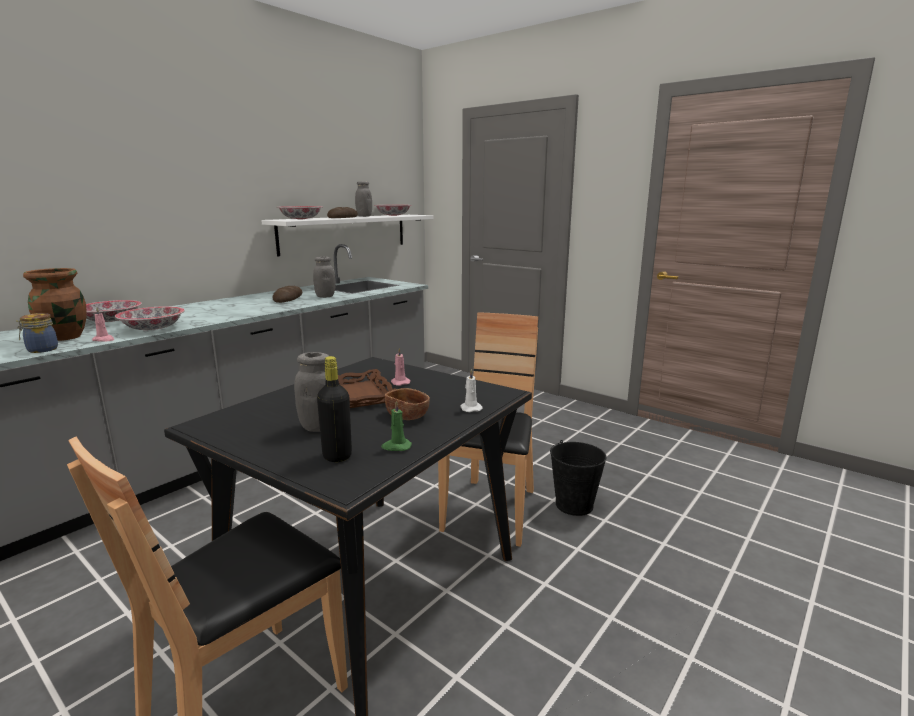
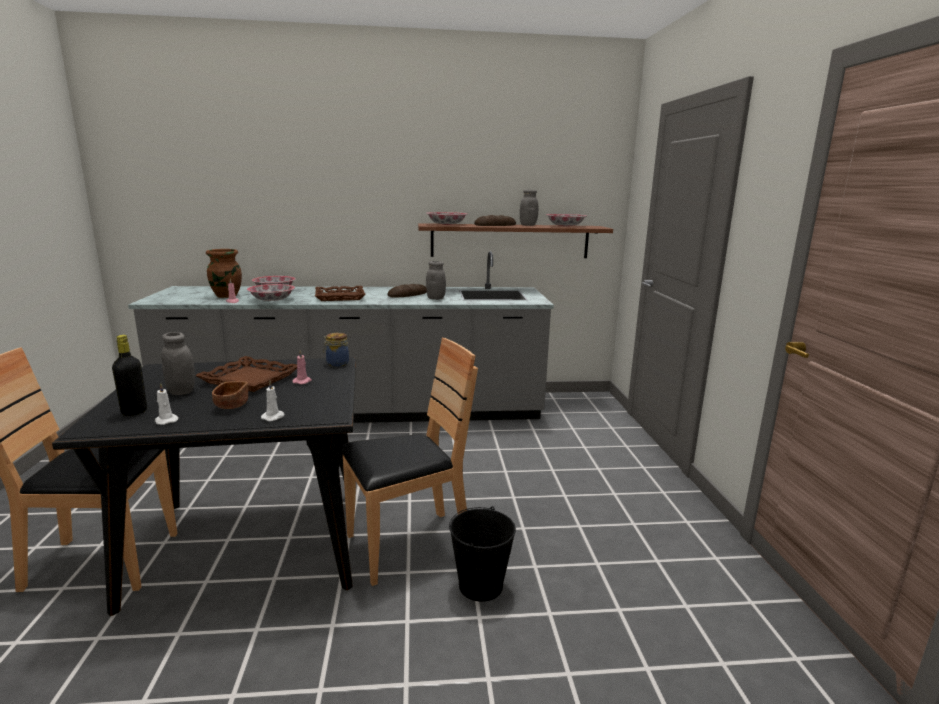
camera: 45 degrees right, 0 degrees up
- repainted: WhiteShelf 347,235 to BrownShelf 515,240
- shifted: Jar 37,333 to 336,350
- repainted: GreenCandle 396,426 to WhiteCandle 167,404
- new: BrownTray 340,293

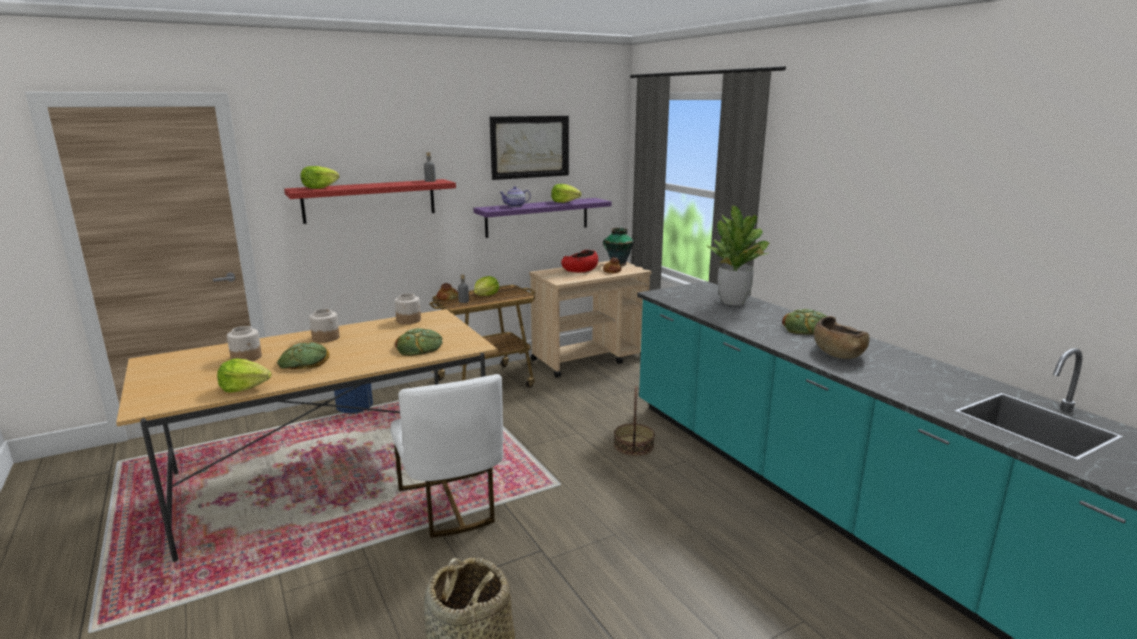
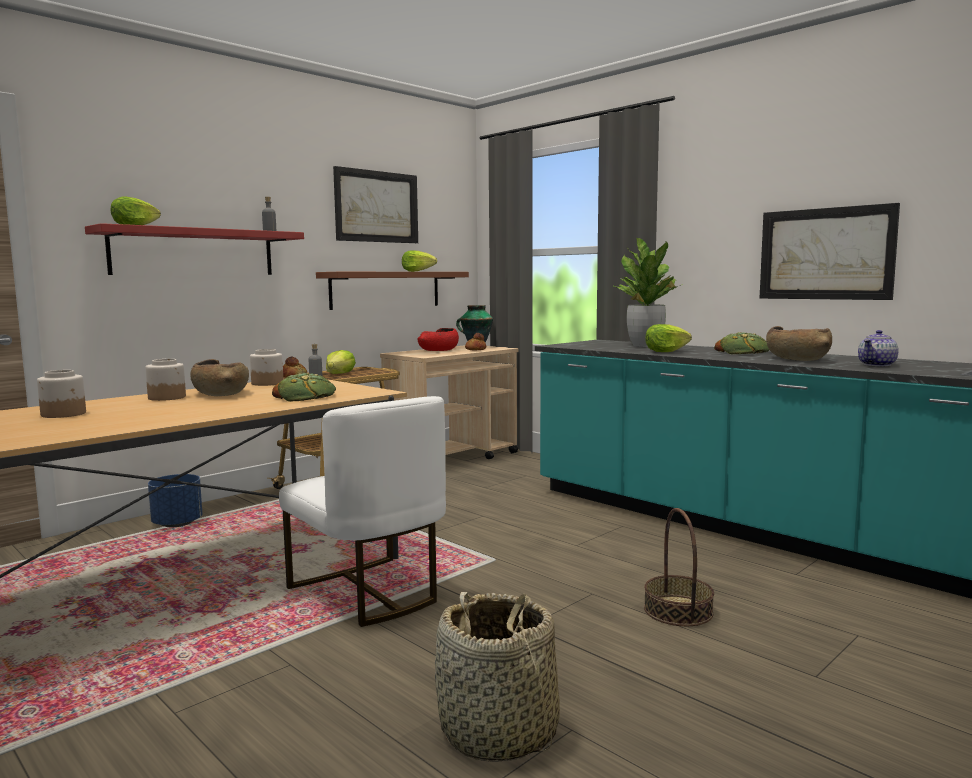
camera: 15 degrees left, 10 degrees down
- shifted: Teapot 515,196 to 878,348
- repainted: PurpleShelf 542,218 to BrownShelf 392,291
- gone: Bread 303,355
- shifted: Lettuce 244,375 to 668,338
- shifted: Basket 634,421 to 679,567
- new: Picture 830,251
- new: BrownBowl 219,377

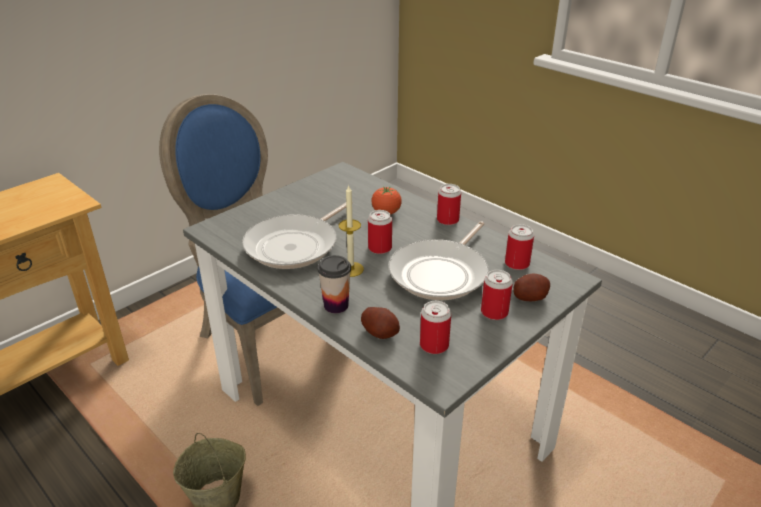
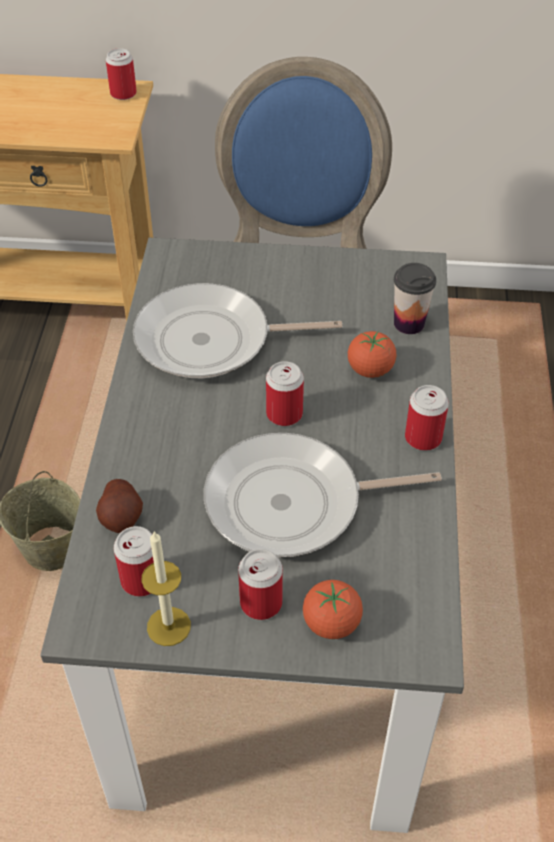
camera: 50 degrees right, 15 degrees up
- shifted: Candle 351,230 to 166,588
- shifted: Can 519,247 to 121,74
- shifted: Cup 334,284 to 415,298
- swapped: Potato 531,287 to Tomato 333,609

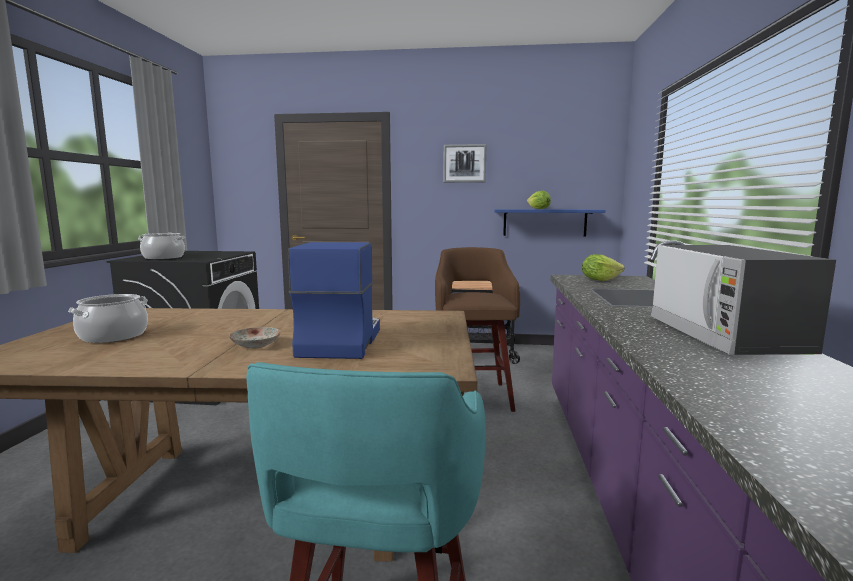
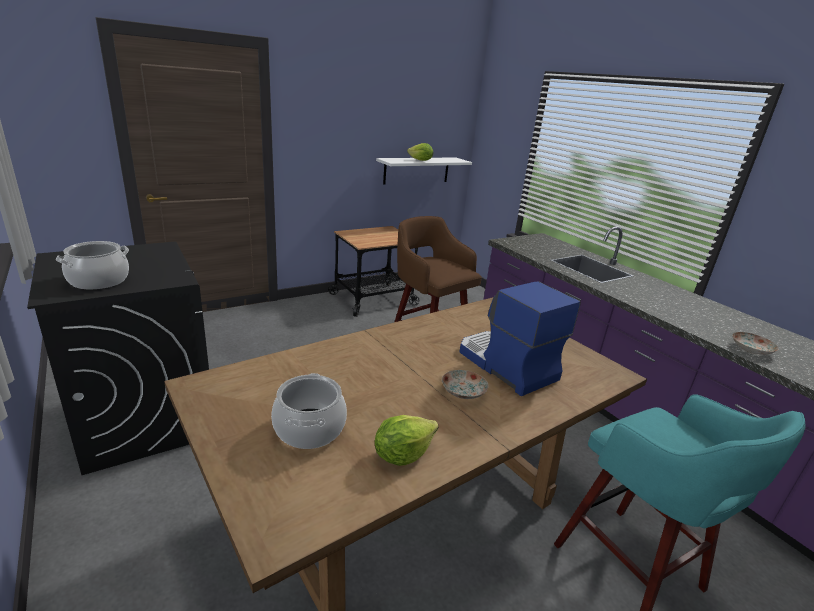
camera: 40 degrees left, 15 degrees up
- gone: Picture 465,163
- repainted: BlueShelf 549,222 to WhiteShelf 424,171
- gone: Microwave 743,300
- shifted: Lettuce 603,267 to 407,440
- new: Plate 755,343

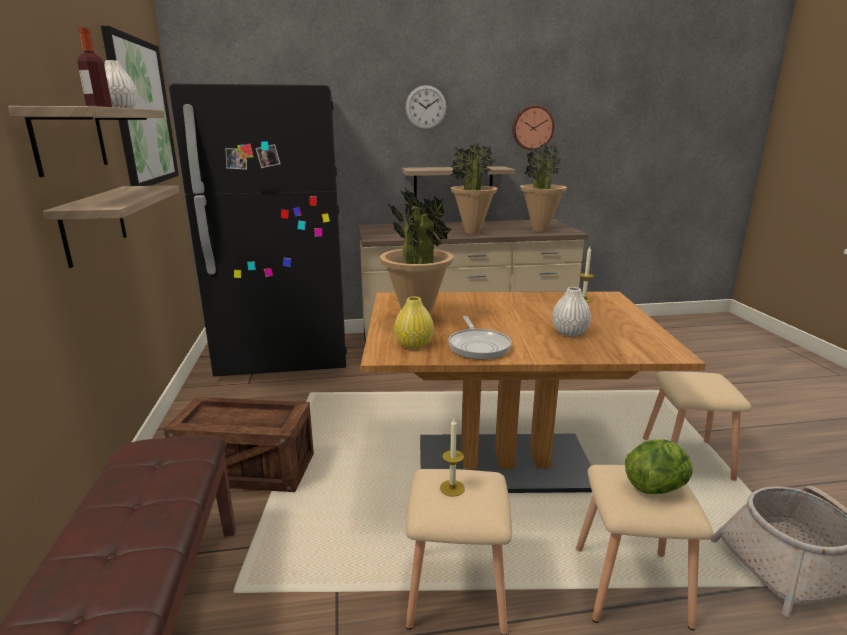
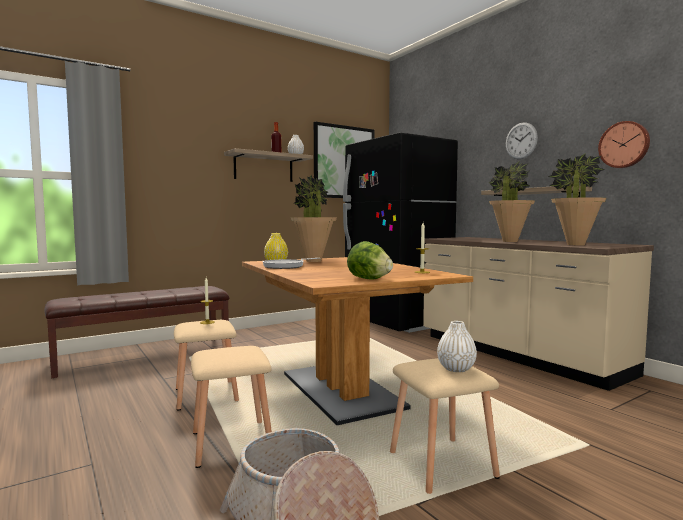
camera: 65 degrees right, 15 degrees down
- gone: Shelf 111,226
- shifted: WhiteVase 571,312 to 457,346
- gone: Crate 239,444
- shifted: Lettuce 658,466 to 370,260

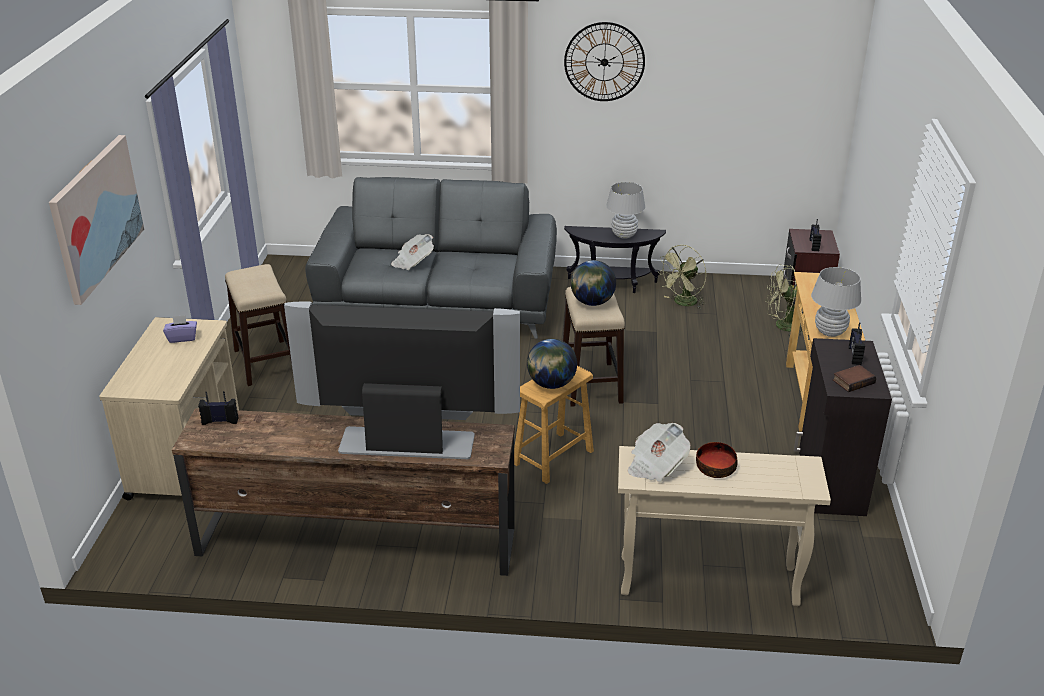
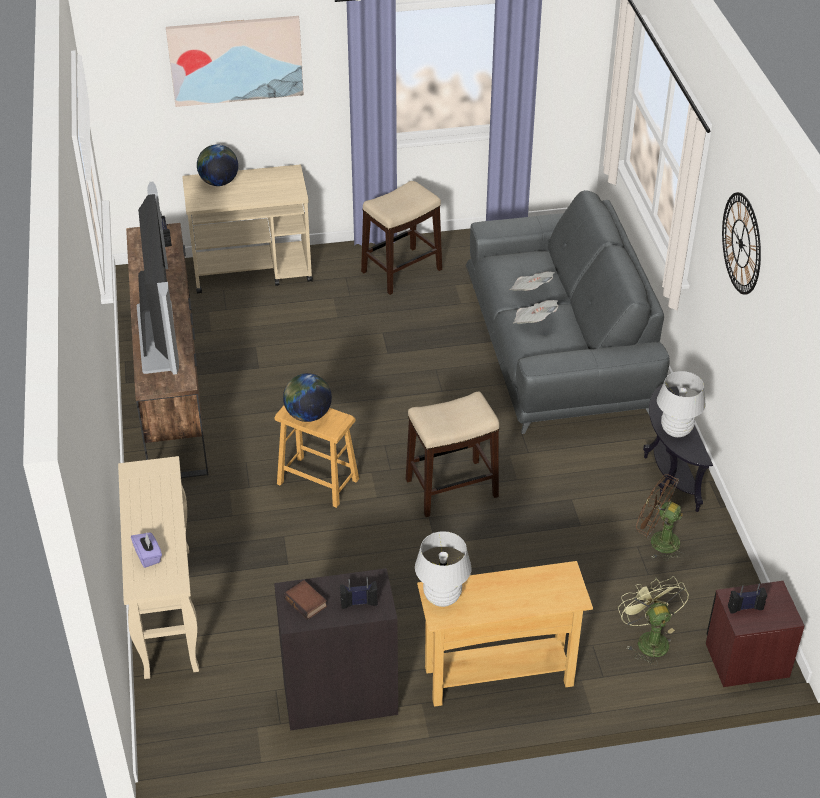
camera: 75 degrees right, 10 degrees up
- repainted: GreenFan 681,277 to BrownFan 660,517
- shifted: Globe 593,283 to 217,165
- shifted: PurpleTissueBox 180,329 to 146,550
- shifted: Newspaper 659,452 to 535,312
- gone: Bowl 717,460

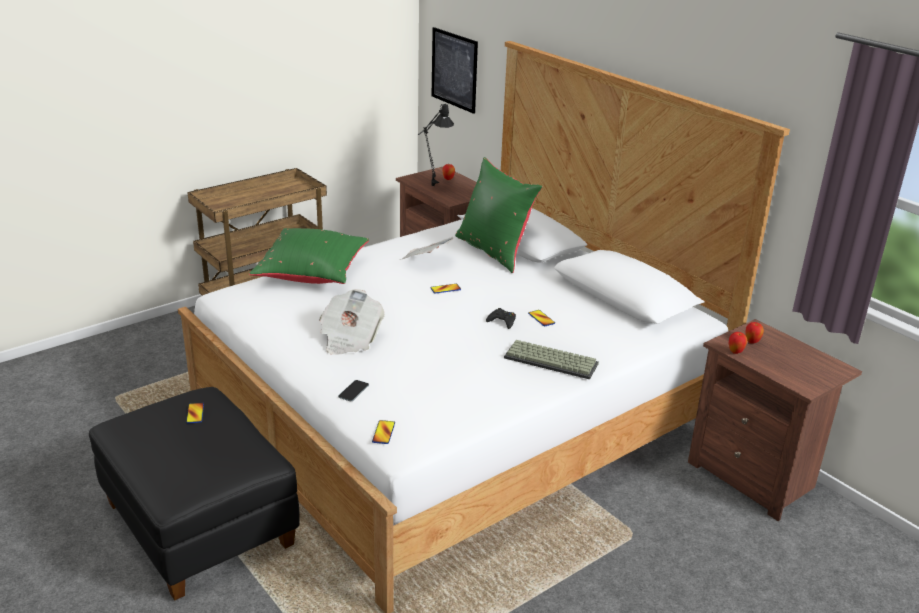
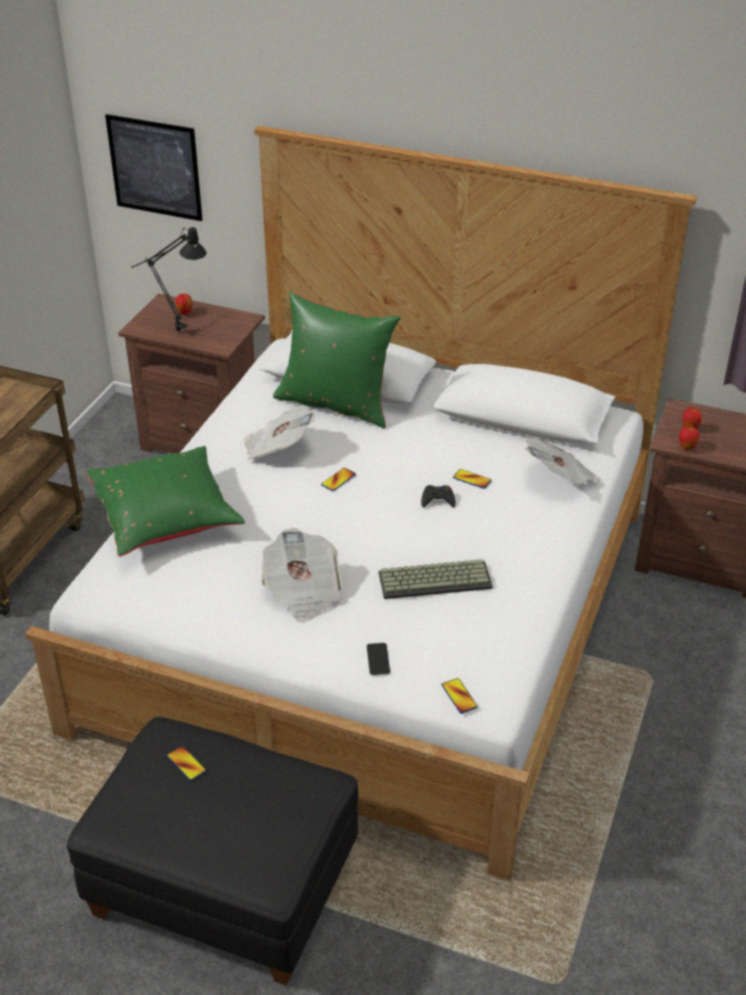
camera: 30 degrees left, 10 degrees up
- shifted: Keyboard 551,360 to 436,579
- new: Newspaper 563,461

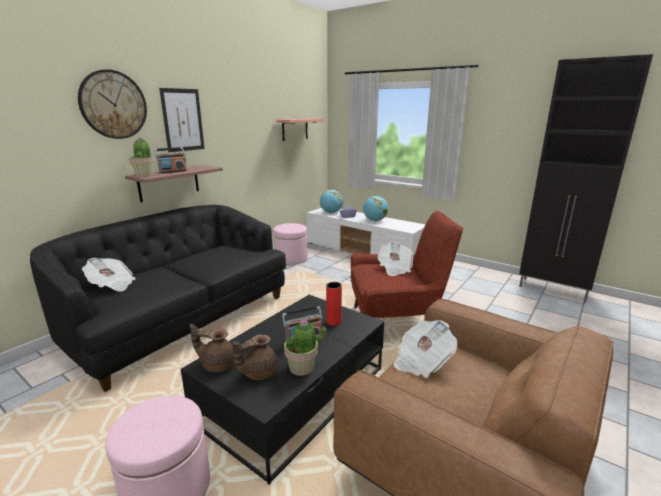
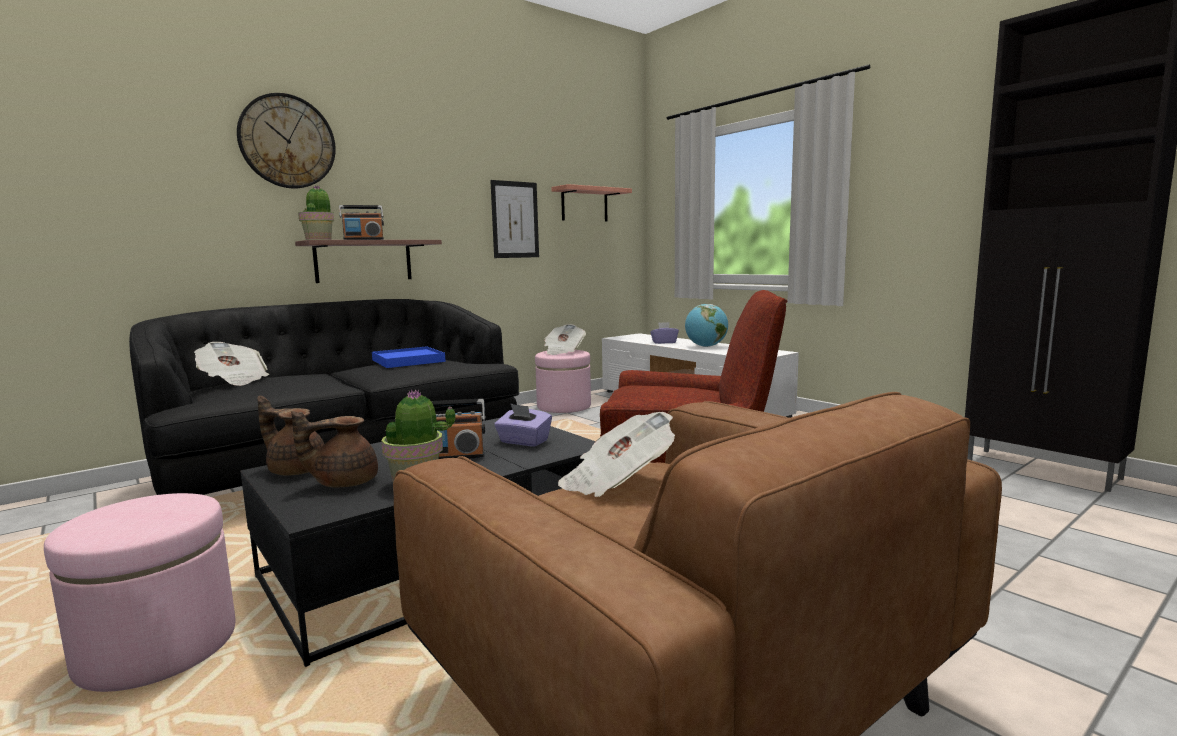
camera: 15 degrees right, 10 degrees down
- shifted: Picture 182,120 to 514,219
- gone: Globe 331,201
- shifted: Newspaper 395,259 to 565,339
- swapped: RedVase 334,304 to PurpleTissueBox 523,425
- new: BlueTray 409,357

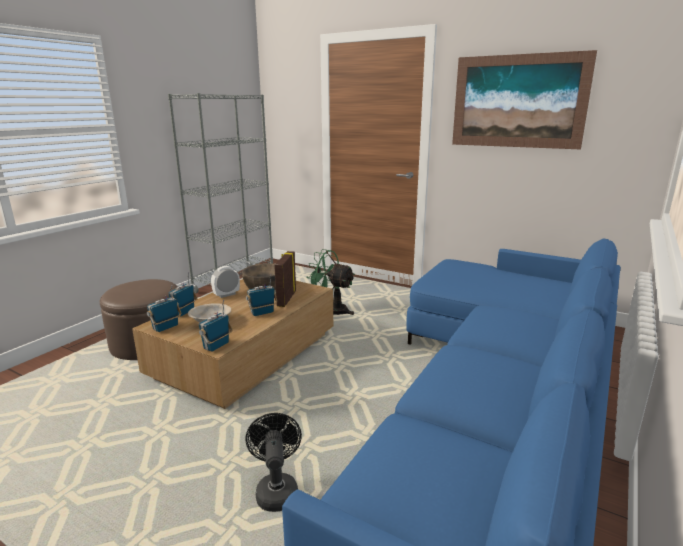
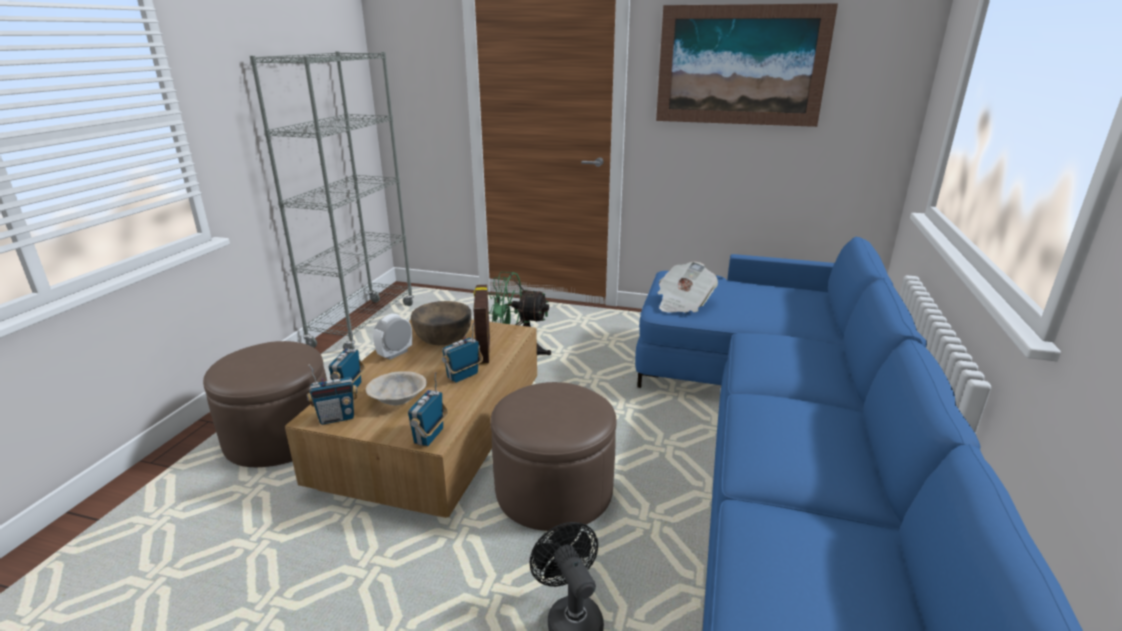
camera: 15 degrees left, 5 degrees up
- rotated: Radio 164,308 = 332,394 135 degrees counterclockwise
- new: Newspaper 688,287
- new: BrownOttoman 553,456

